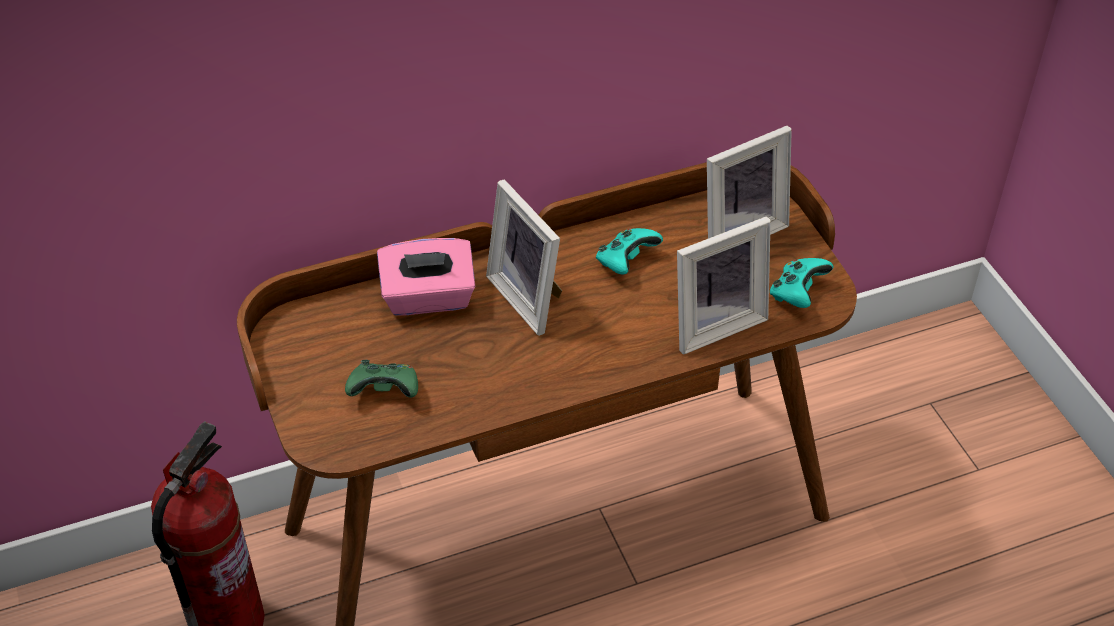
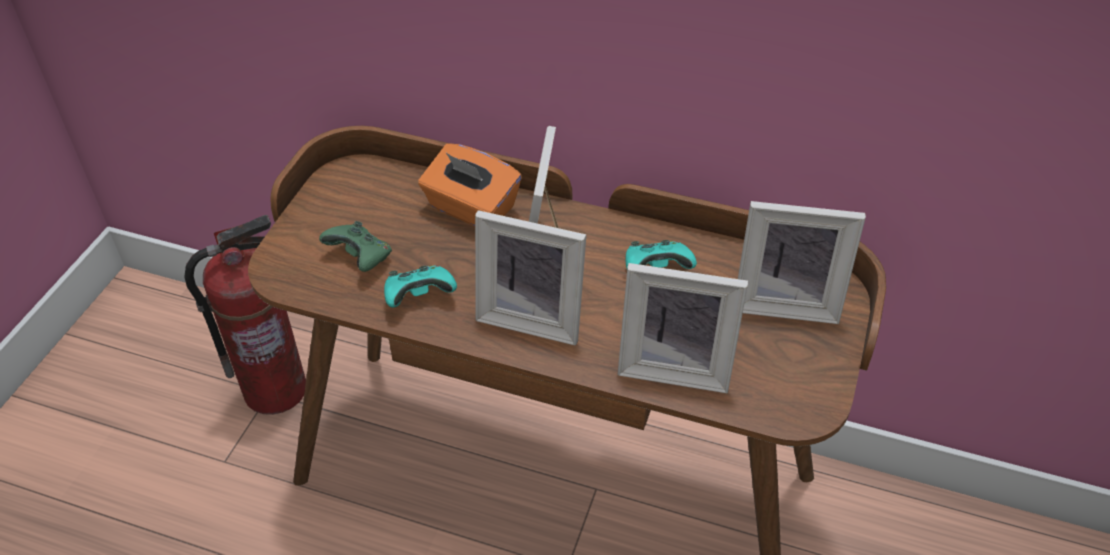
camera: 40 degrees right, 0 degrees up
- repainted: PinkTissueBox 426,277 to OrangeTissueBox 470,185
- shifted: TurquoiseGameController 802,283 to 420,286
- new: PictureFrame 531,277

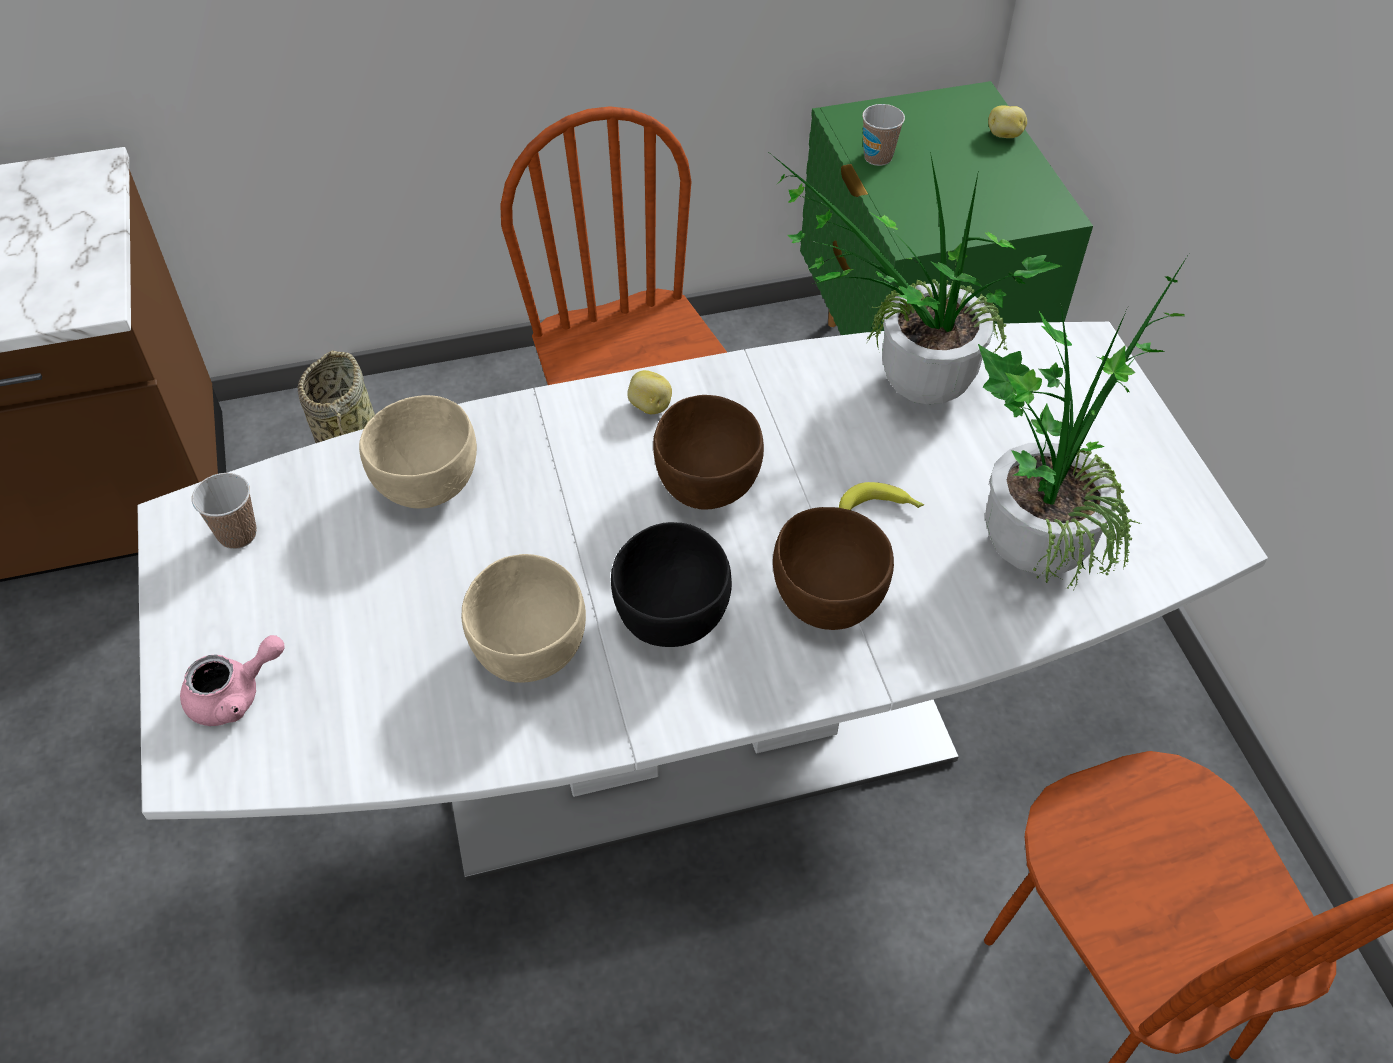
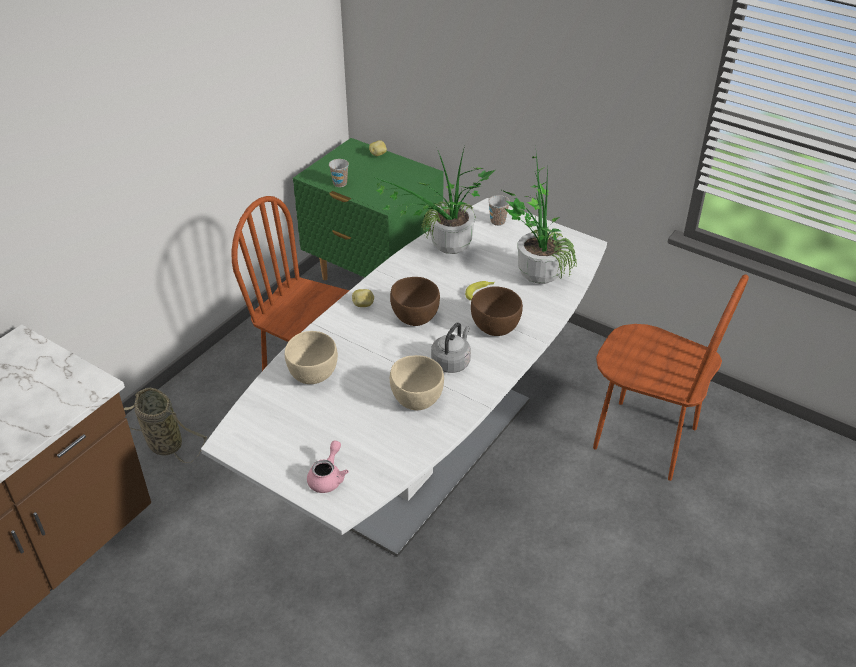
camera: 40 degrees left, 10 degrees down
- shifted: Cup 224,511 to 499,210
- swapped: BlackBowl 671,584 to GreyKettle 451,348

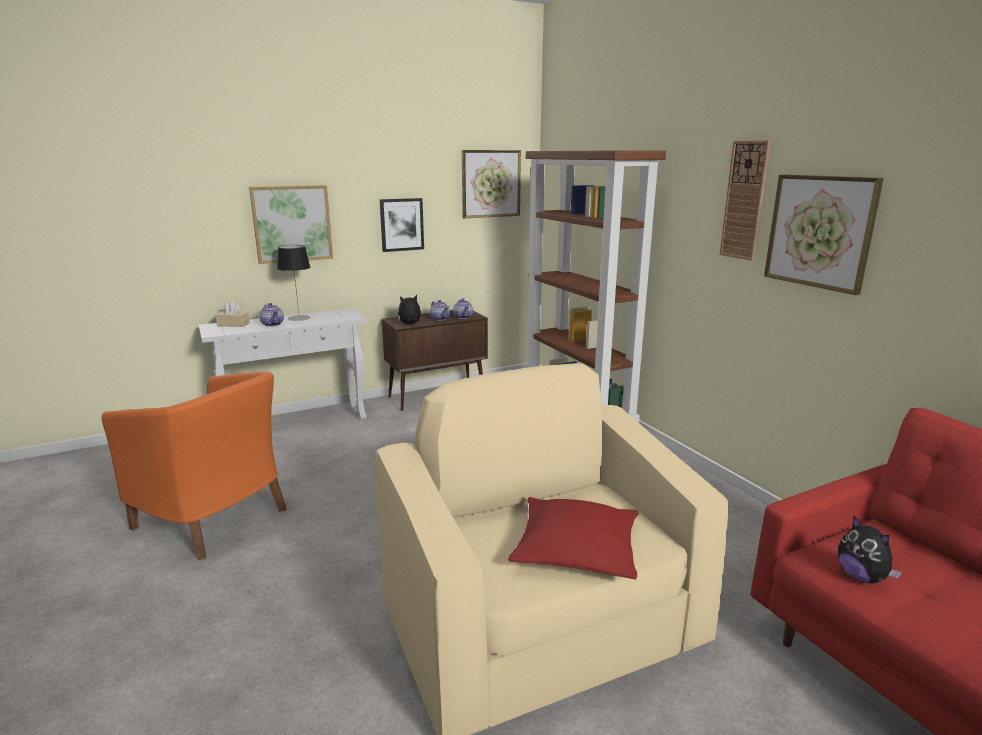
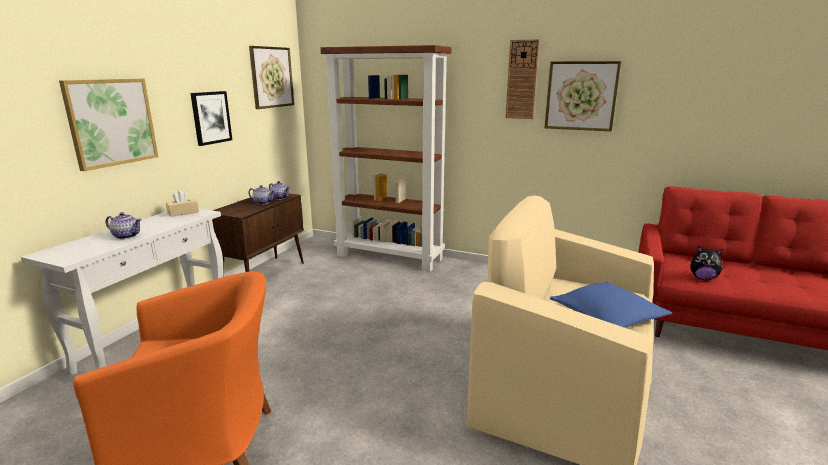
camera: 40 degrees left, 0 degrees up
- gone: TableLamp 293,283
- gone: PlushToy 409,309
- shifted: BeigeTissueBox 232,314 to 182,203
- repainted: RedPillow 573,538 to BluePillow 611,305

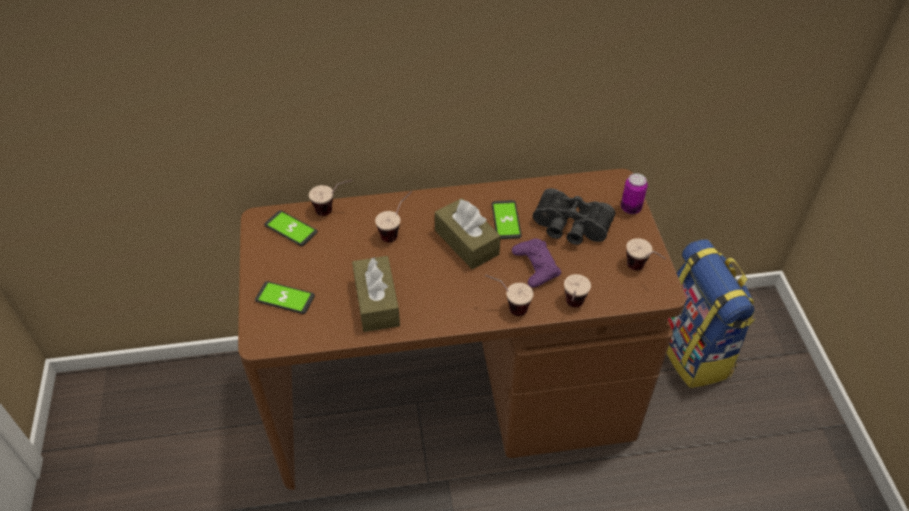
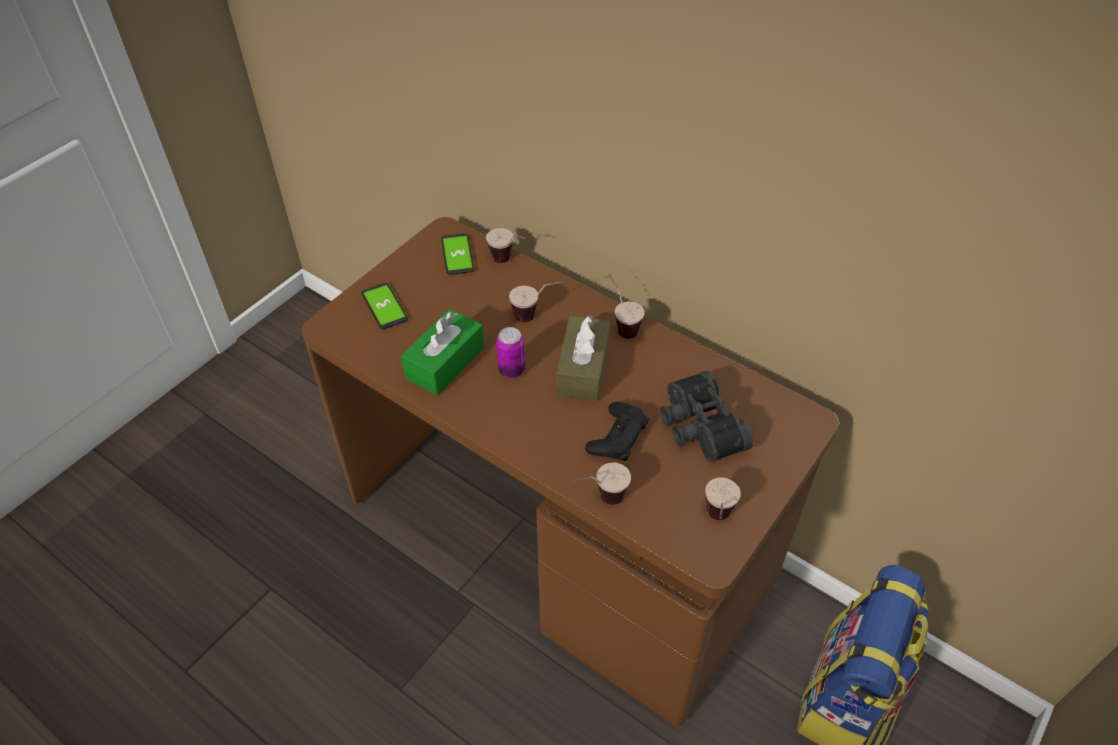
camera: 45 degrees right, 0 degrees up
- shifted: Can 634,193 to 510,352
- gone: Phone 507,219
- repainted: PurpleGameController 536,263 to BlackGameController 617,431
- repainted: BrownTissueBox 376,294 to GreenTissueBox 442,352
- shifted: Cup 509,295 to 626,306

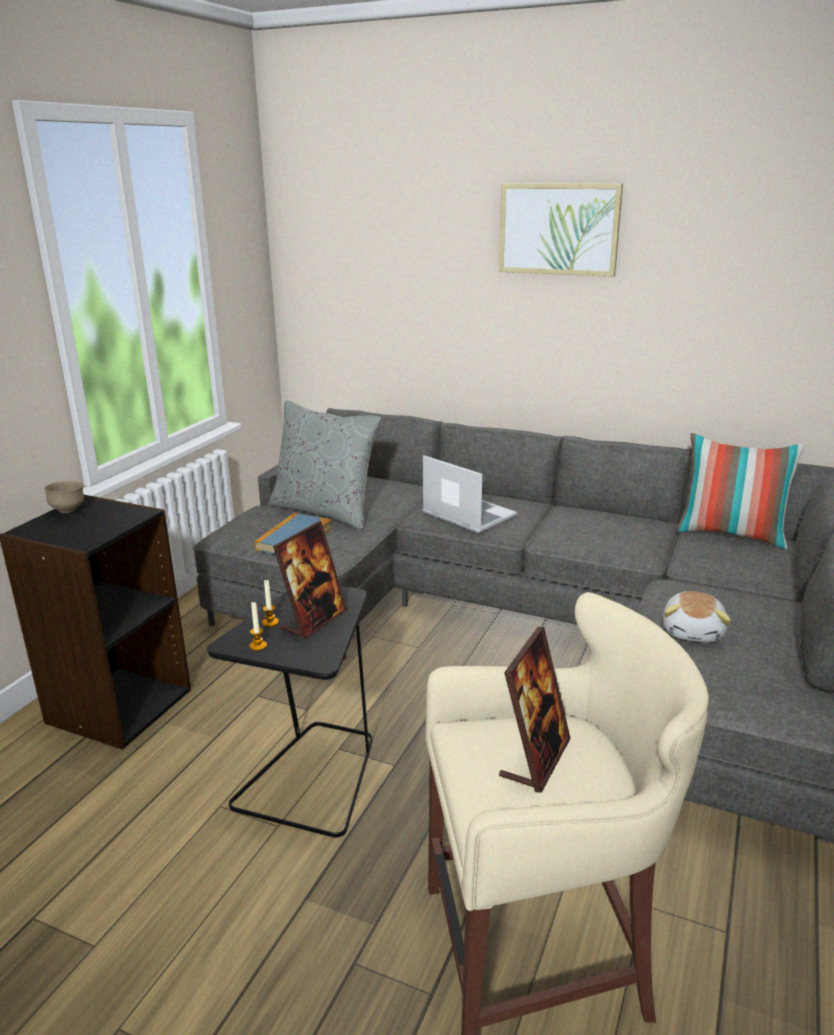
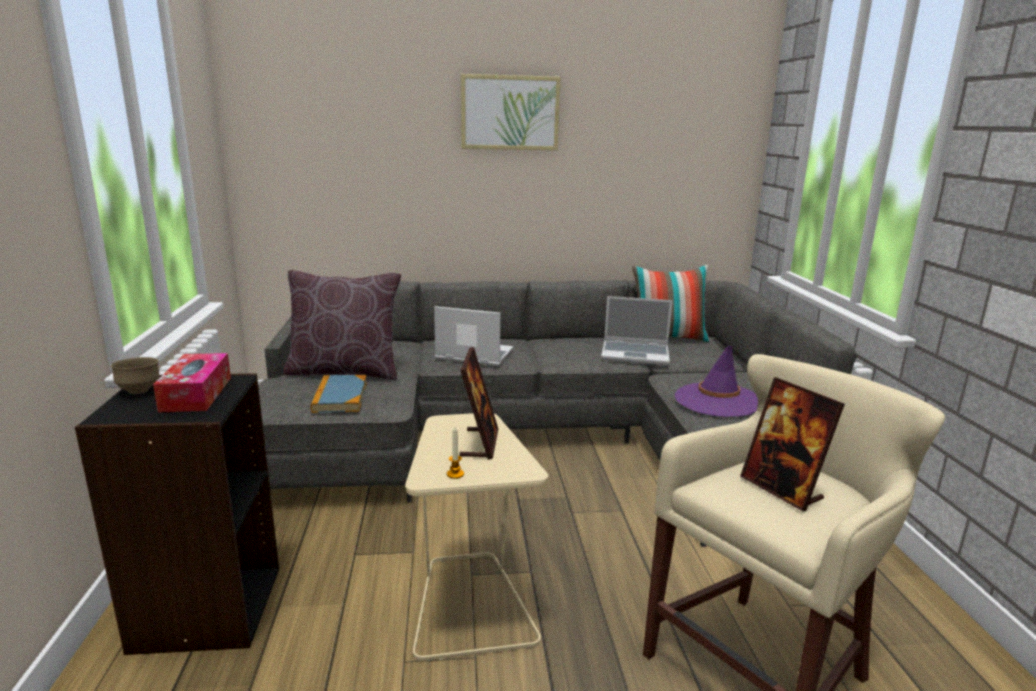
camera: 30 degrees left, 5 degrees down
- repainted: GreyPillow 325,465 to BrownPillow 342,325
- gone: Candle 270,603
- repainted: BlackSideTable 289,711 to BeigeSideTable 476,537
- swapped: PlushToy 697,617 to PurpleHat 716,381
- rotated: PictureFrame 535,710 = 792,444 150 degrees clockwise
- new: Laptop 637,330
- new: TissueBox 192,383

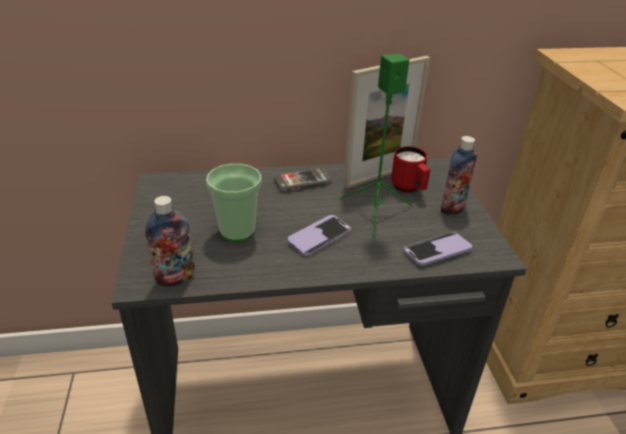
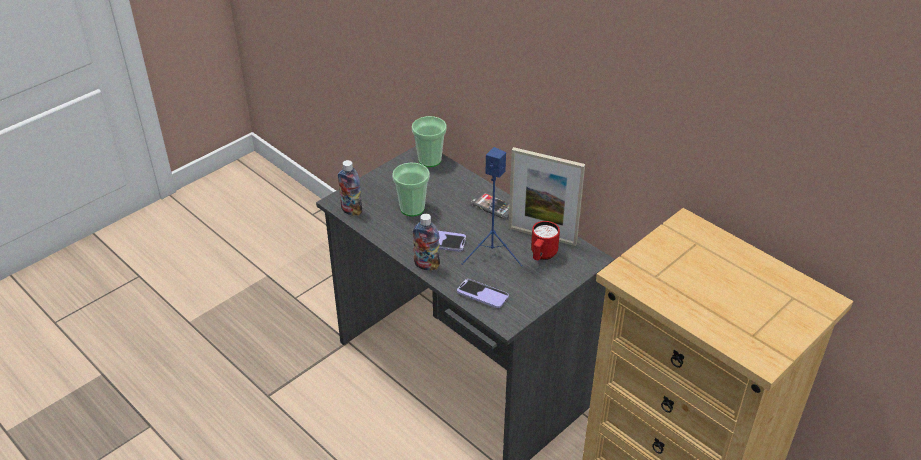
camera: 55 degrees right, 5 degrees up
- repainted: GreenSpeaker 376,147 to BlueSpeaker 492,206
- shifted: Bottle 459,175 to 426,242
- new: Cup 429,141

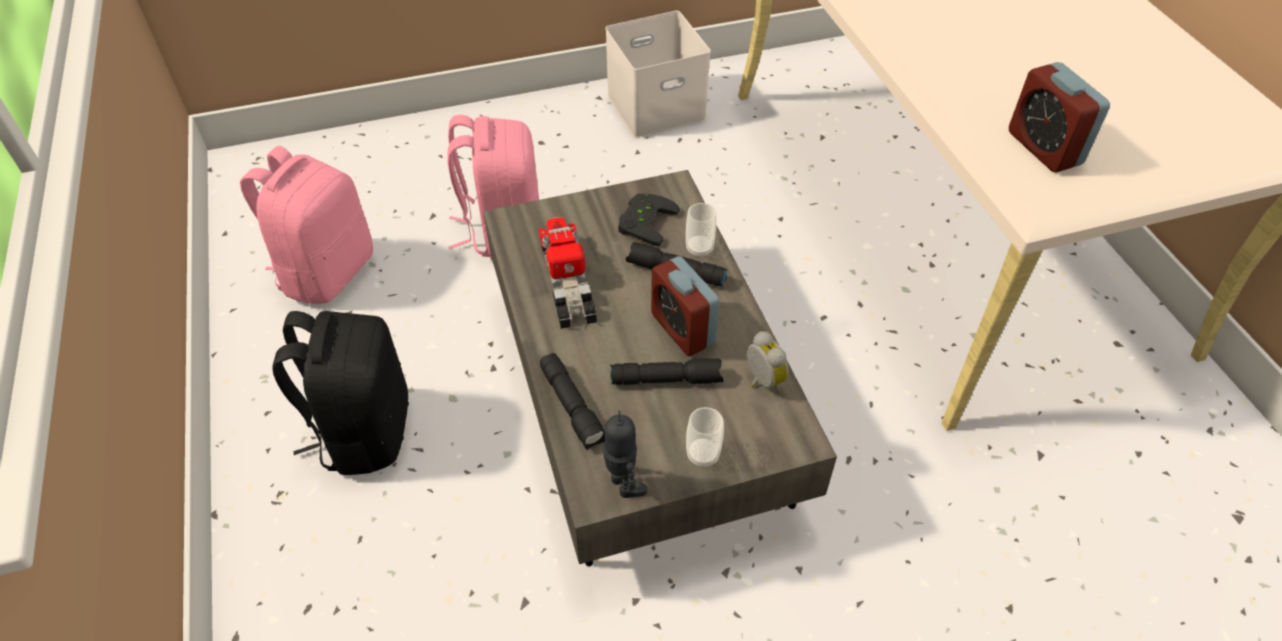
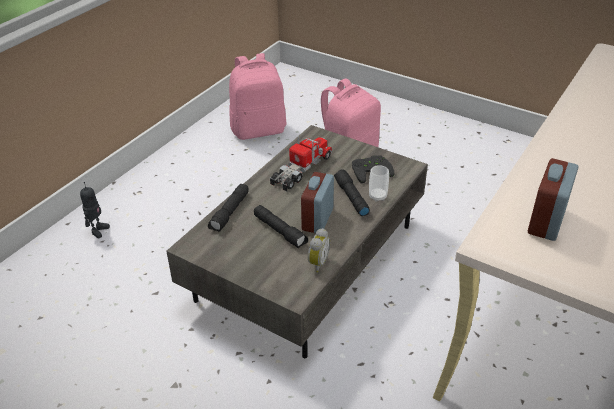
camera: 50 degrees right, 10 degrees down
- gone: WhiteStorageBox 658,74
- gone: BlackBackpack 341,393
- gone: Cup 705,437
- shifted: ToyRobot 625,454 to 95,210

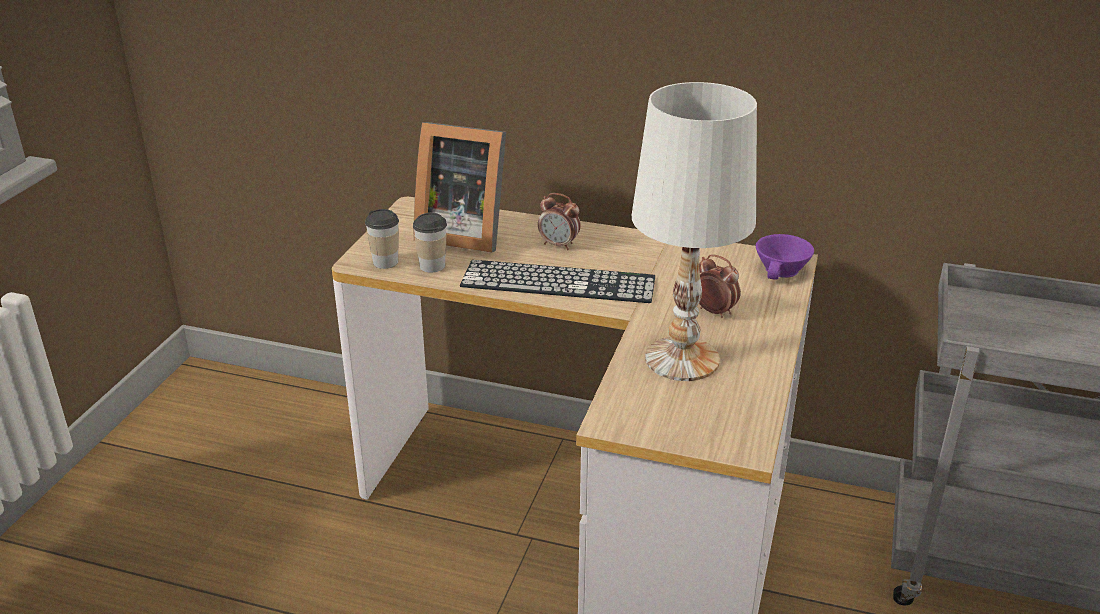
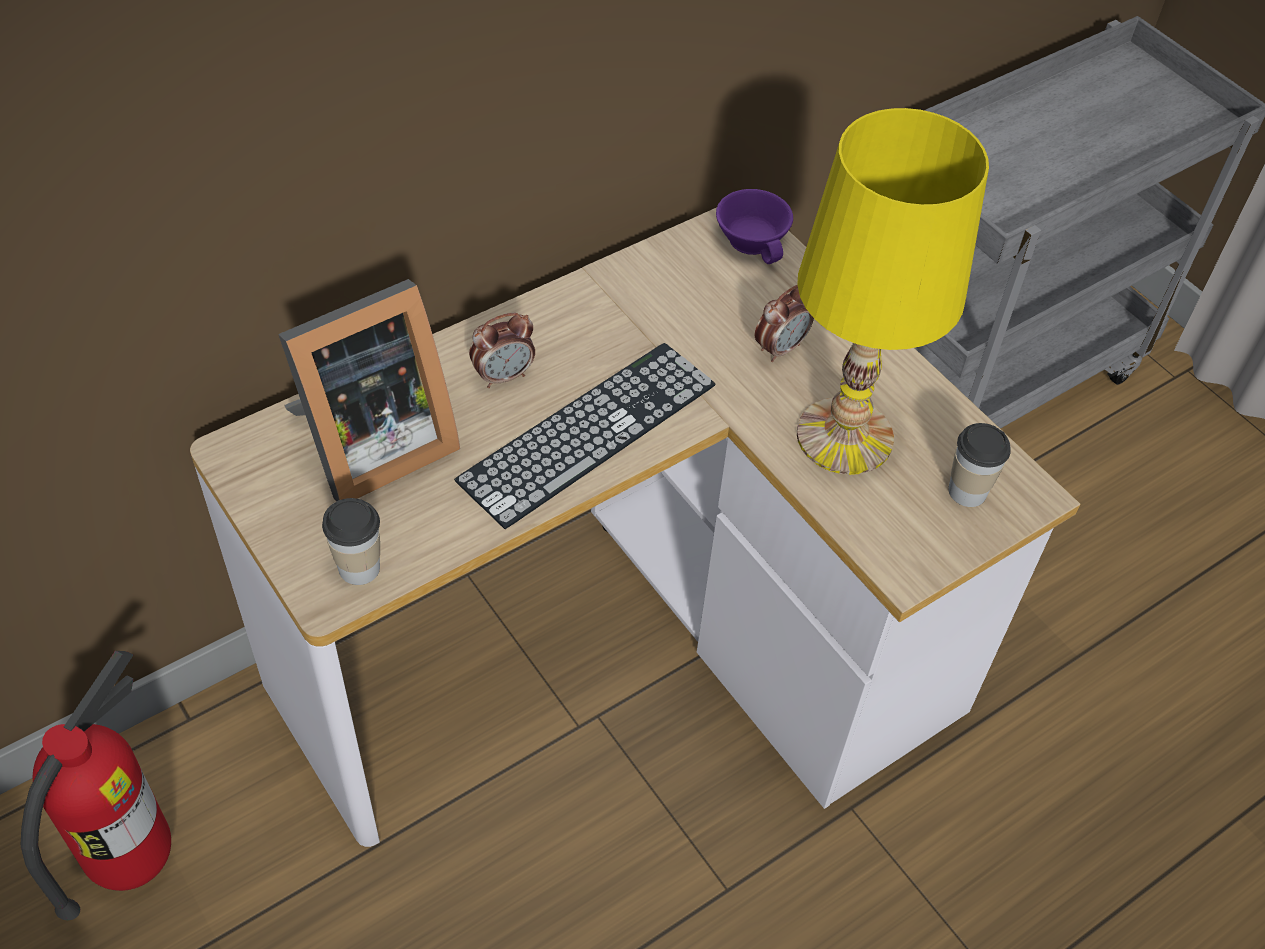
camera: 55 degrees left, 20 degrees up
- repainted: WhiteTableLamp 694,231 to YellowTableLamp 893,291
- shifted: Cup 430,243 to 979,465
- rotated: AlarmClock 720,286 = 784,323 150 degrees clockwise
- new: FireExtinguisher 96,785

